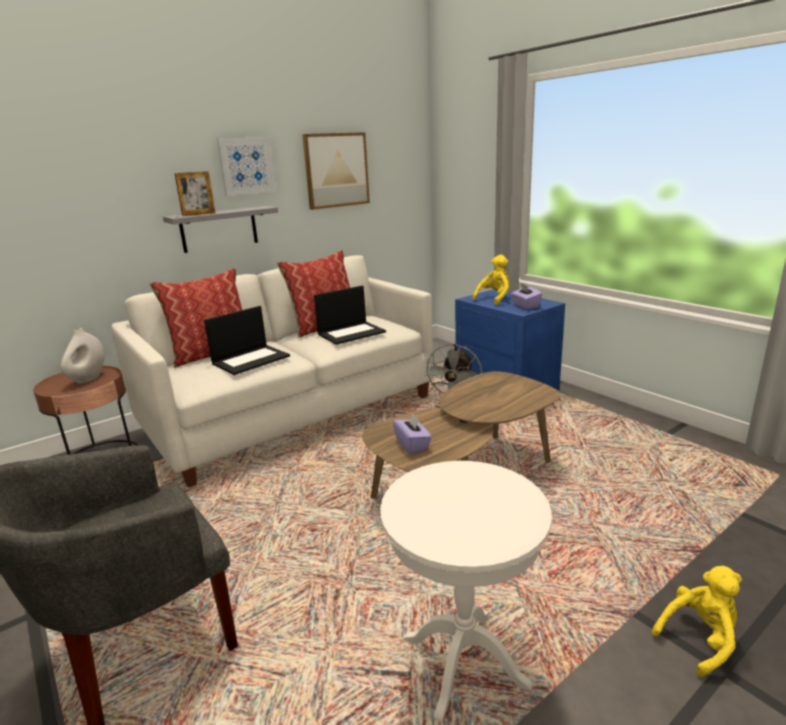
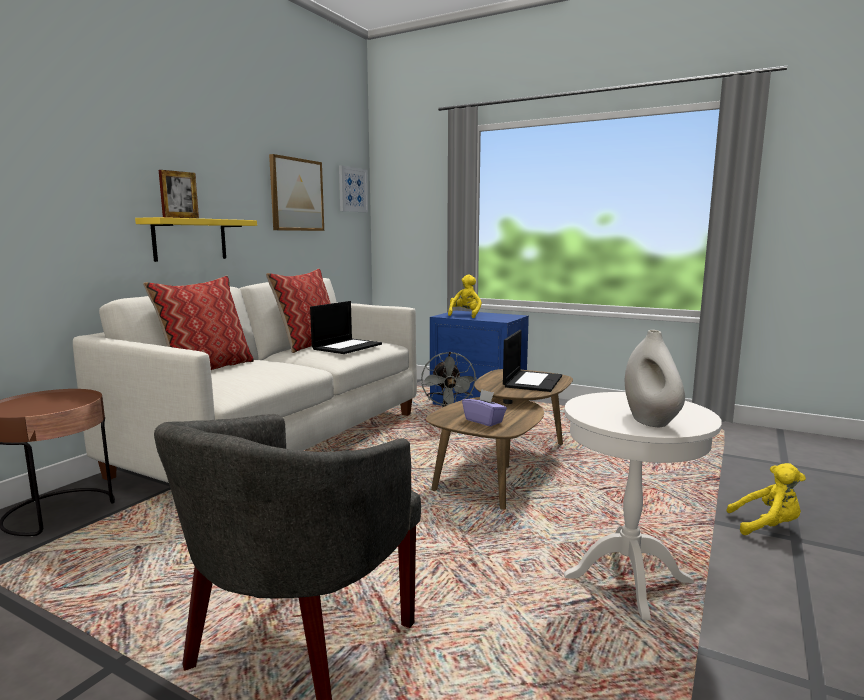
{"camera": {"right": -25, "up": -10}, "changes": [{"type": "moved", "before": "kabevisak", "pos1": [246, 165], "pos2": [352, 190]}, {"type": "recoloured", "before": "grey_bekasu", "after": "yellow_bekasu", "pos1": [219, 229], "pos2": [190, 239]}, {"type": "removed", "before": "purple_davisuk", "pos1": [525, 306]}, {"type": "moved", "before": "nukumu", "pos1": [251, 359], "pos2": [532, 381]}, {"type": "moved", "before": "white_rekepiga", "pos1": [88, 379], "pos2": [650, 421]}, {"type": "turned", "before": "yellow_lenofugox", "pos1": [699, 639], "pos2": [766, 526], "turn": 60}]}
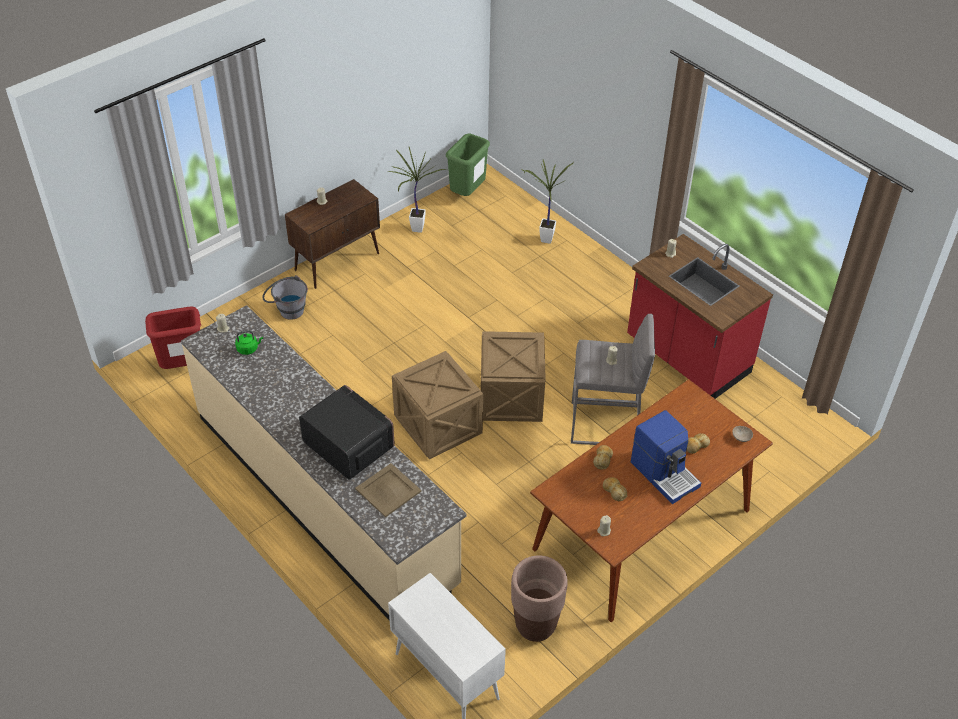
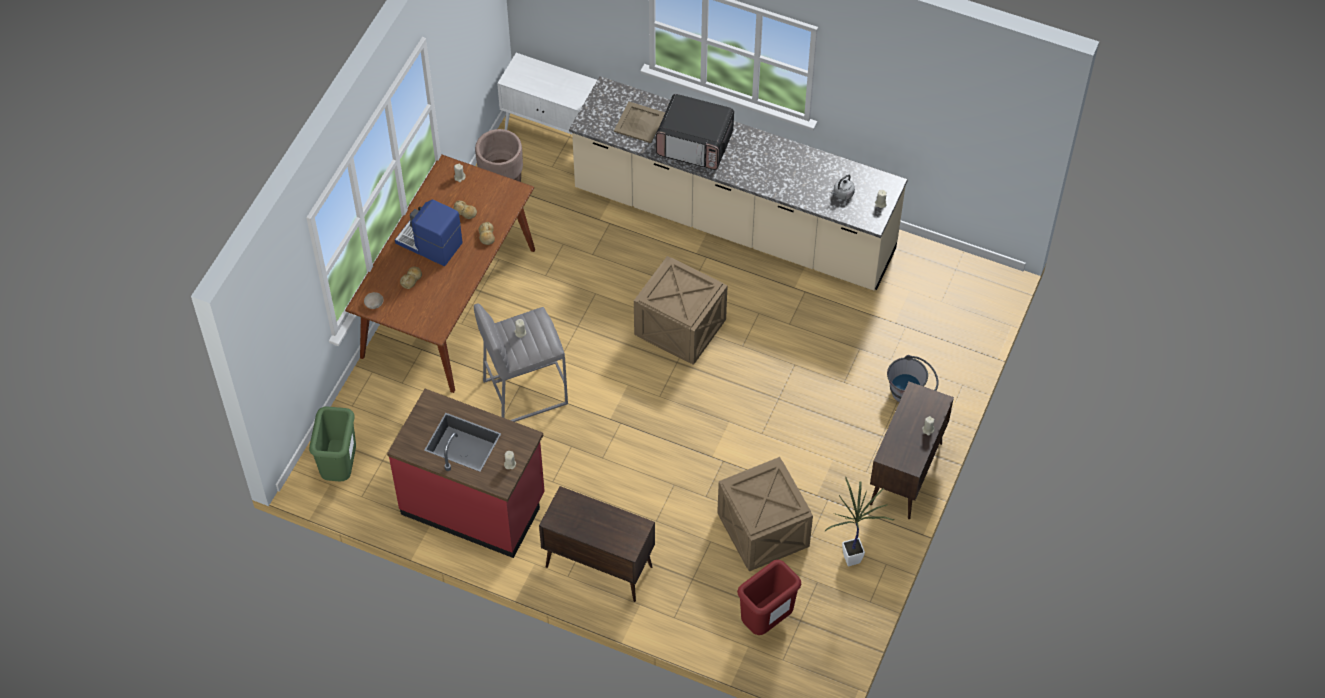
{"camera": {"right": 155, "up": 10}, "changes": [{"type": "moved", "before": "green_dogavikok", "pos1": [468, 193], "pos2": [339, 467]}, {"type": "removed", "before": "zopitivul", "pos1": [544, 238]}, {"type": "moved", "before": "red_dogavikok", "pos1": [183, 366], "pos2": [766, 621]}, {"type": "recoloured", "before": "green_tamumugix", "after": "grey_tamumugix", "pos1": [248, 349], "pos2": [842, 194]}, {"type": "moved", "before": "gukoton", "pos1": [511, 396], "pos2": [763, 531]}, {"type": "added", "after": "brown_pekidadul", "pos2": [597, 566]}]}
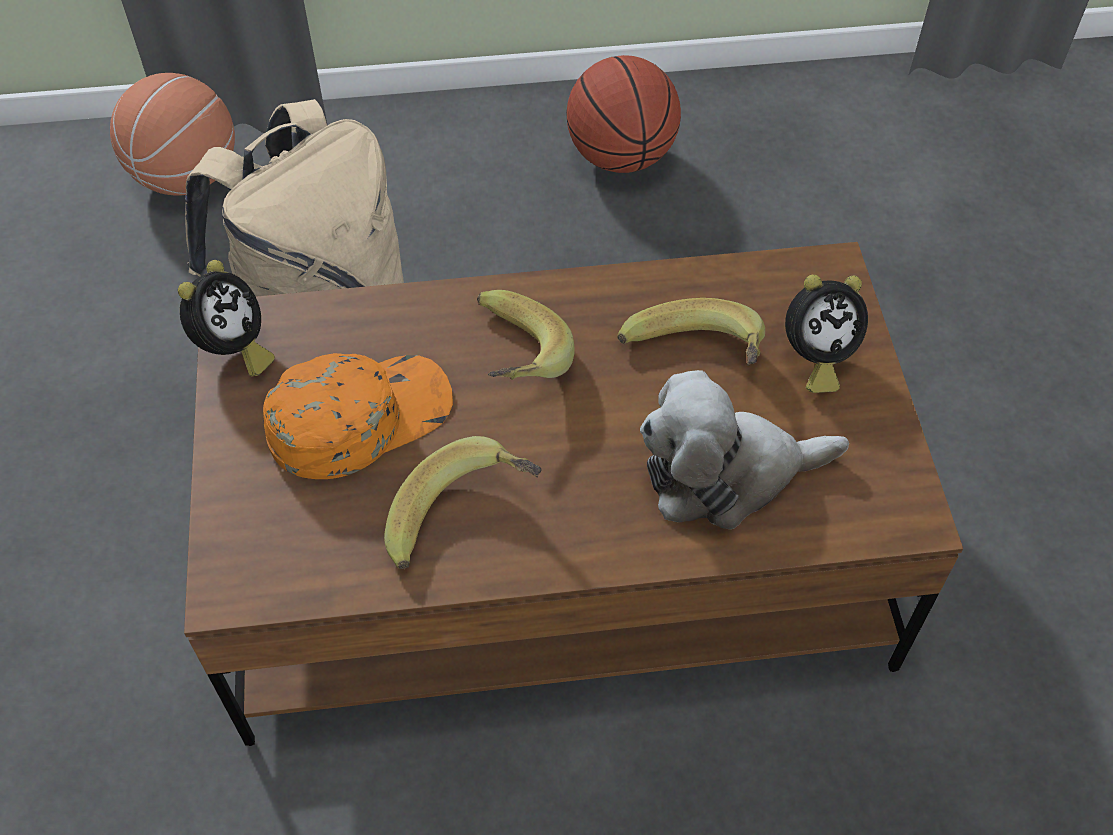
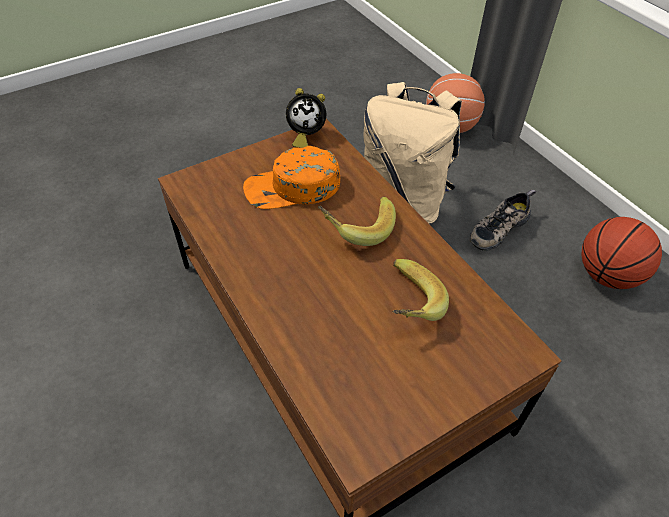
{"camera": {"right": 65, "up": -5}, "changes": [{"type": "removed", "before": "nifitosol", "pos1": [815, 358]}, {"type": "turned", "before": "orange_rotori", "pos1": [360, 417], "pos2": [292, 188], "turn": 135}, {"type": "removed", "before": "lenofugox", "pos1": [726, 474]}, {"type": "removed", "before": "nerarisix", "pos1": [465, 522]}, {"type": "added", "after": "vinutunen", "pos2": [498, 227]}]}
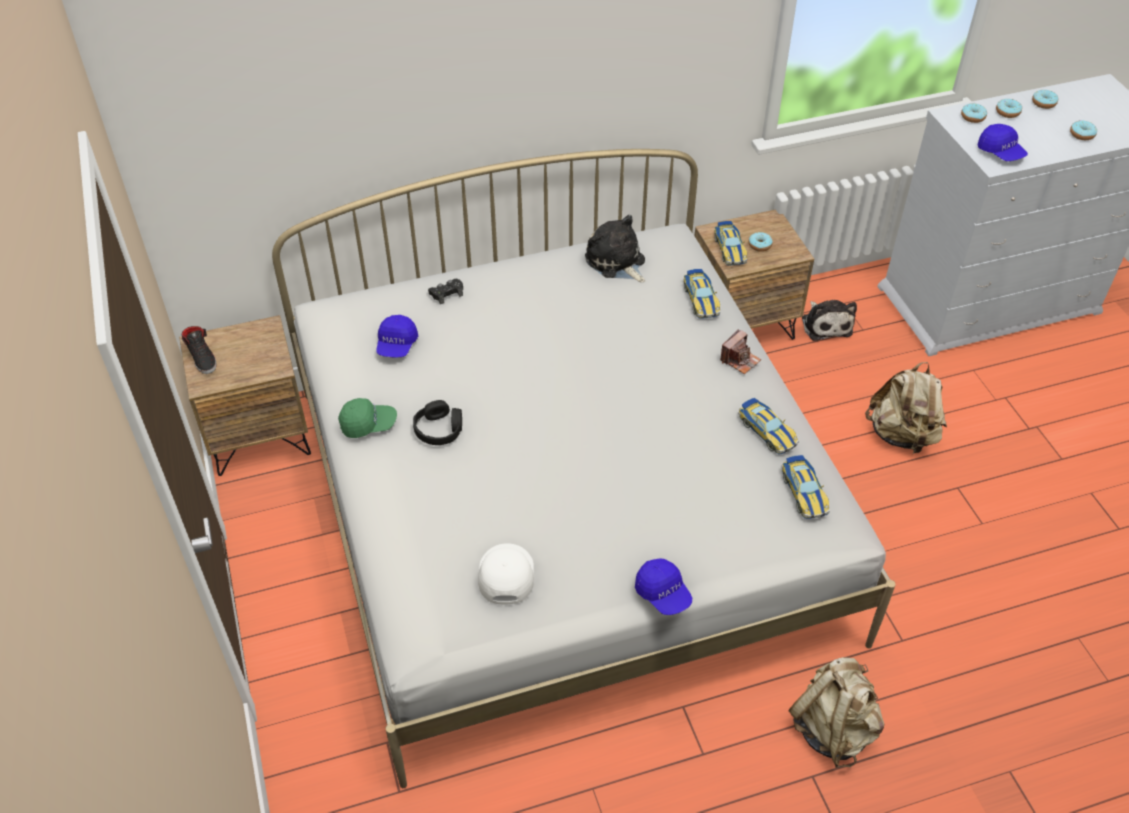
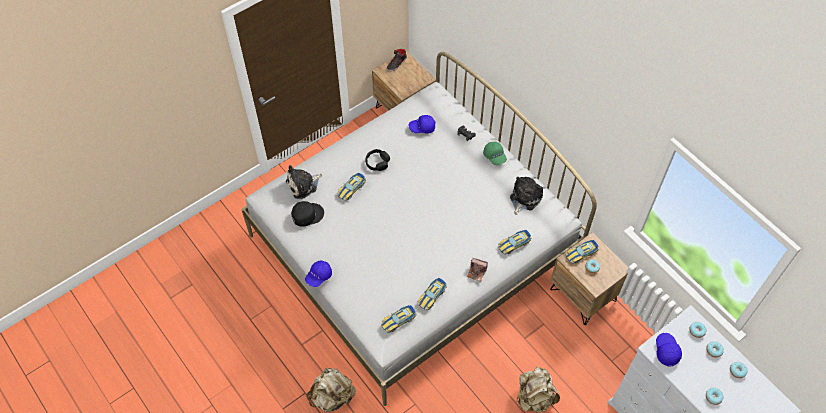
{"camera": {"right": 70, "up": 10}, "changes": [{"type": "turned", "before": "blue_rotori", "pos1": [1000, 152], "pos2": [666, 351], "turn": 135}, {"type": "moved", "before": "lenofugox", "pos1": [826, 324], "pos2": [303, 185]}, {"type": "moved", "before": "green_rotori", "pos1": [368, 424], "pos2": [495, 156]}, {"type": "recoloured", "before": "white_rotori", "after": "black_rotori", "pos1": [505, 575], "pos2": [307, 214]}, {"type": "added", "after": "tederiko", "pos2": [351, 188]}]}
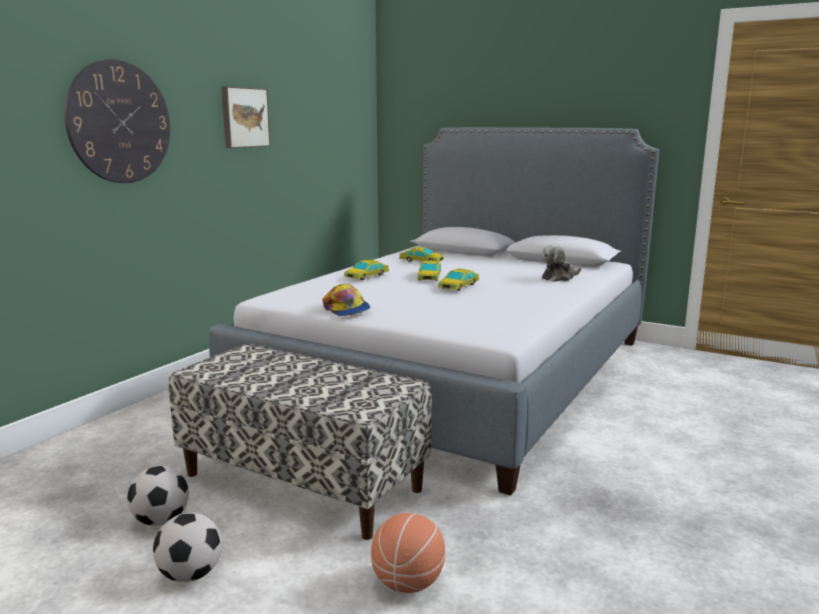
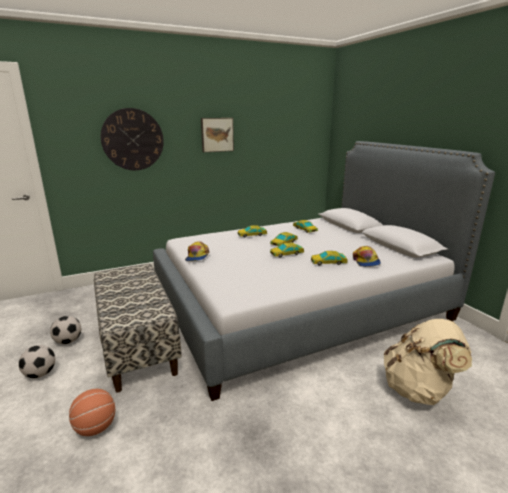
{"camera": {"right": 35, "up": 5}, "changes": [{"type": "replaced", "before": "lenofugox", "after": "rotori", "pos1": [559, 277], "pos2": [366, 261]}, {"type": "added", "after": "tederiko", "pos2": [328, 262]}, {"type": "added", "after": "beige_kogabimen", "pos2": [418, 389]}]}
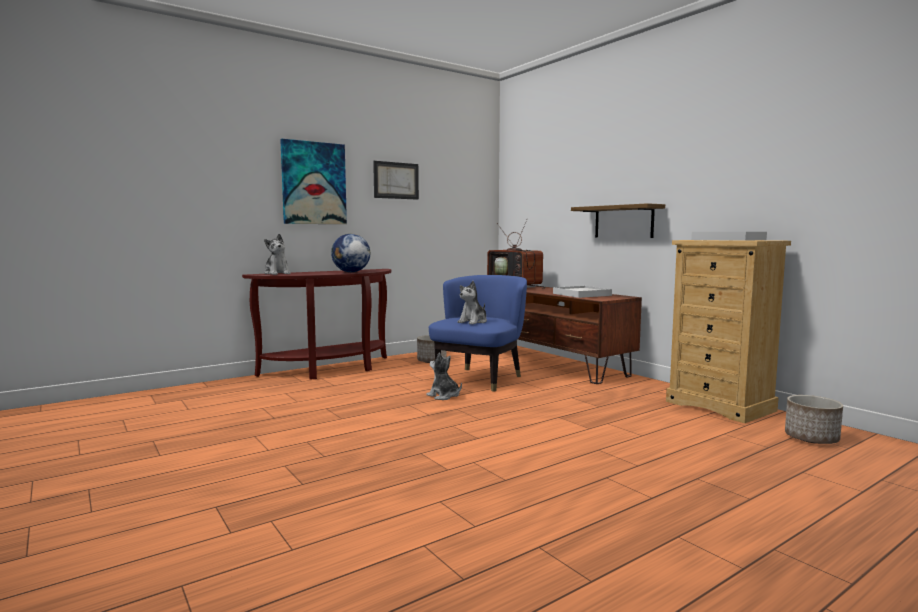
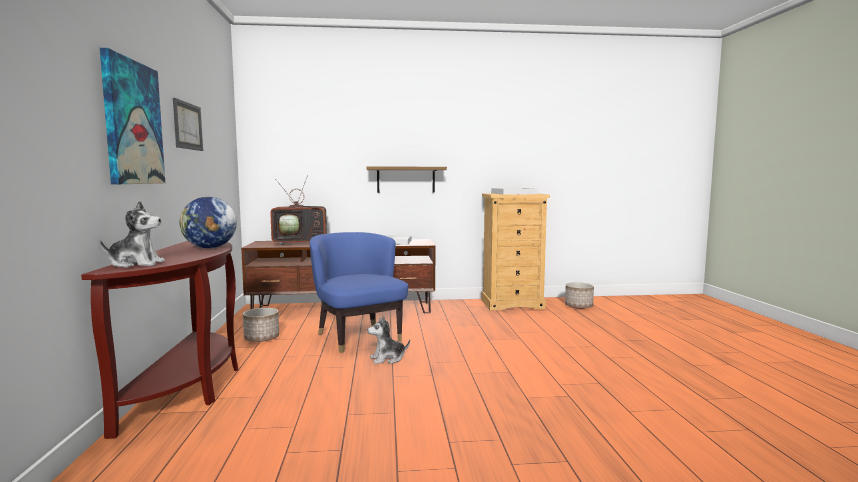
{"camera": {"right": -60, "up": 0}, "changes": [{"type": "removed", "before": "lenofugox", "pos1": [473, 322]}]}
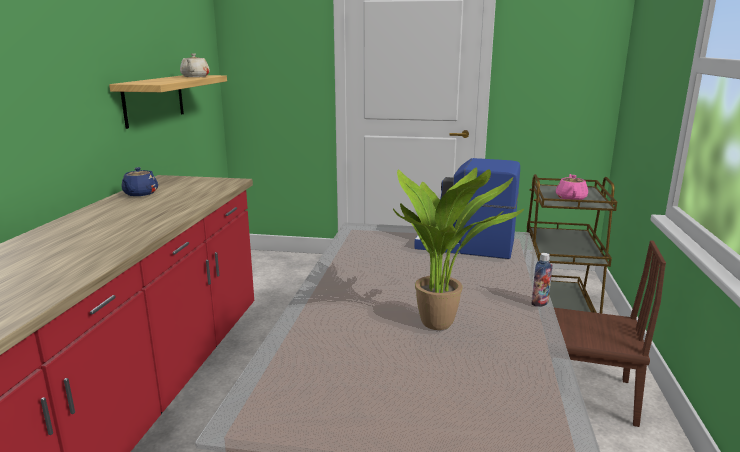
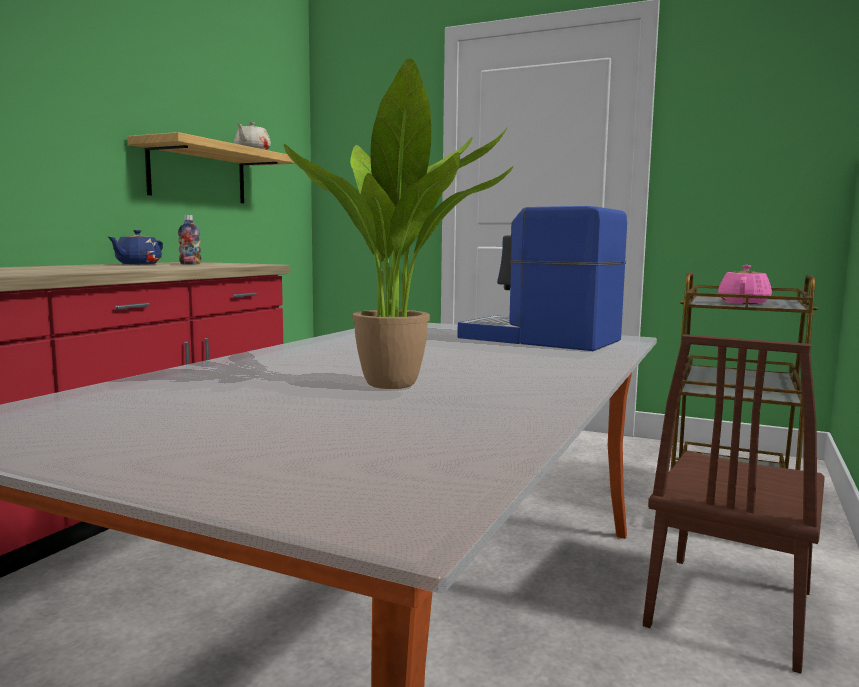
{"camera": {"right": 15, "up": -10}, "changes": [{"type": "turned", "before": "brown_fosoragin", "pos1": [583, 394], "pos2": [730, 607], "turn": 90}, {"type": "moved", "before": "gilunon", "pos1": [539, 303], "pos2": [190, 264]}]}
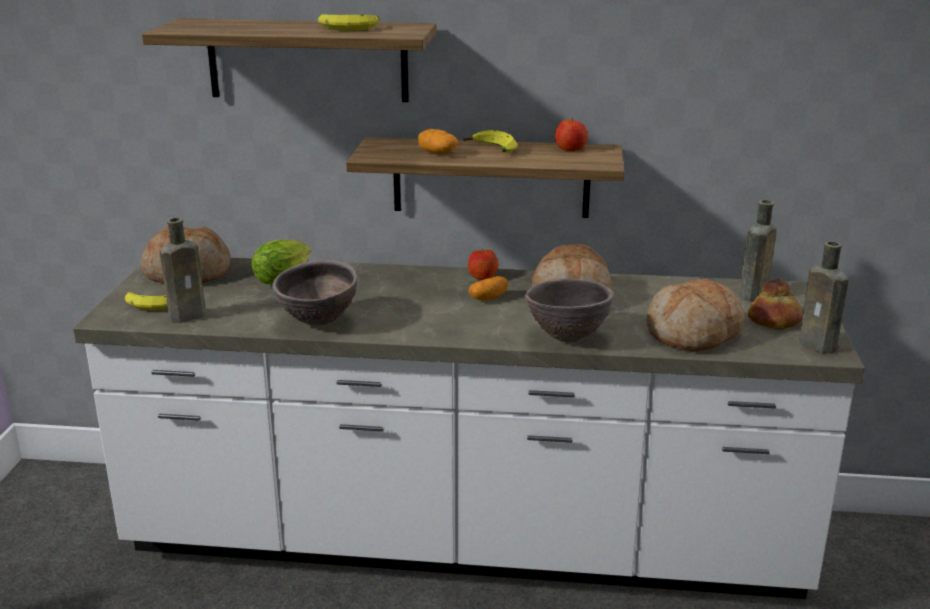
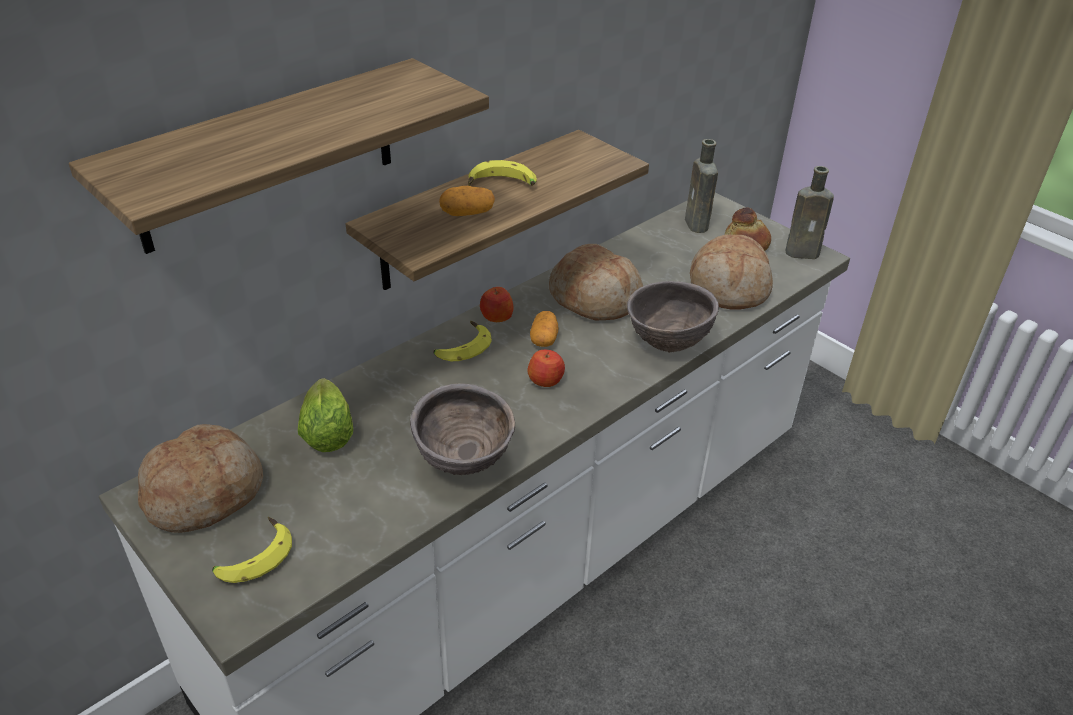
{"camera": {"right": -50, "up": 15}, "changes": [{"type": "moved", "before": "nerarisix", "pos1": [349, 27], "pos2": [461, 347]}, {"type": "moved", "before": "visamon", "pos1": [571, 149], "pos2": [546, 380]}, {"type": "removed", "before": "brown_gilunon", "pos1": [190, 315]}]}
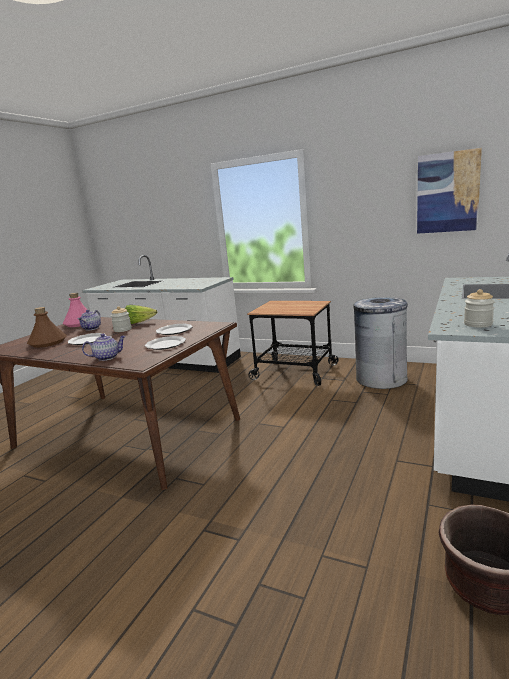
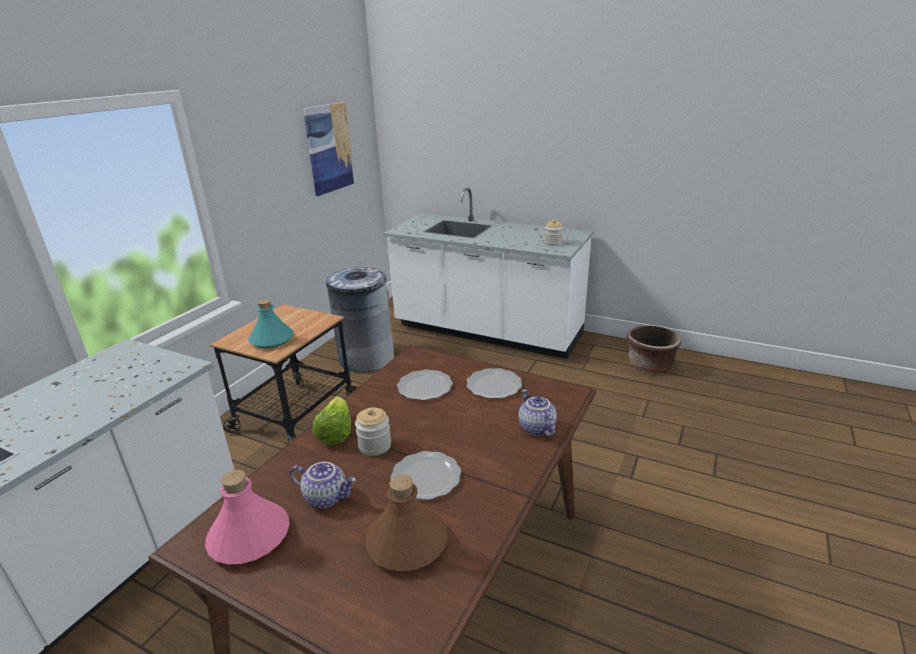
{"camera": {"right": -90, "up": 10}, "changes": [{"type": "added", "after": "turquoise_gilunon", "pos2": [272, 340]}]}
